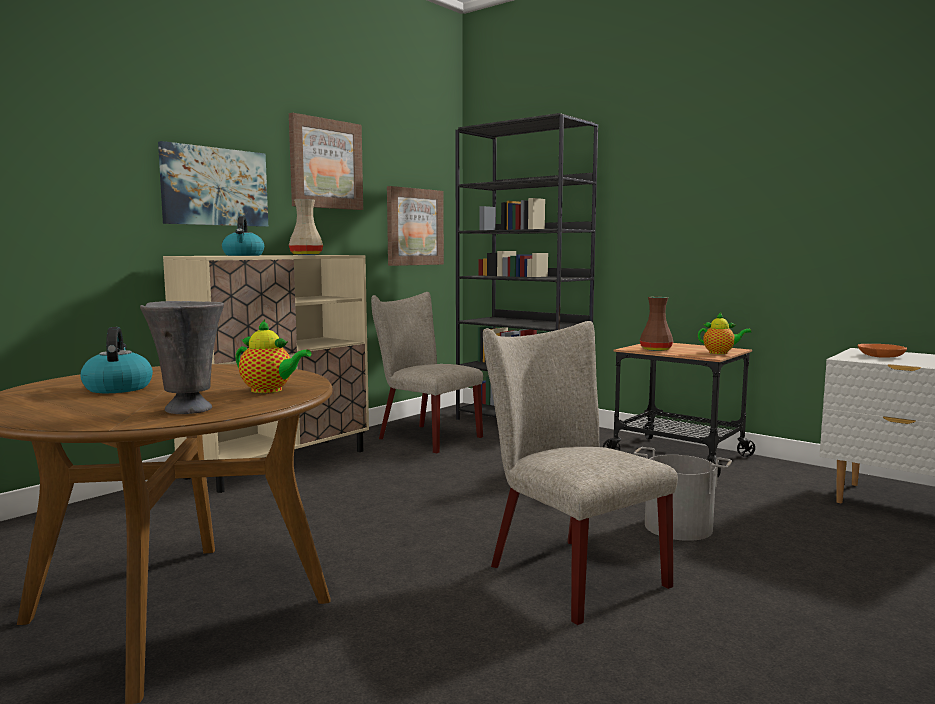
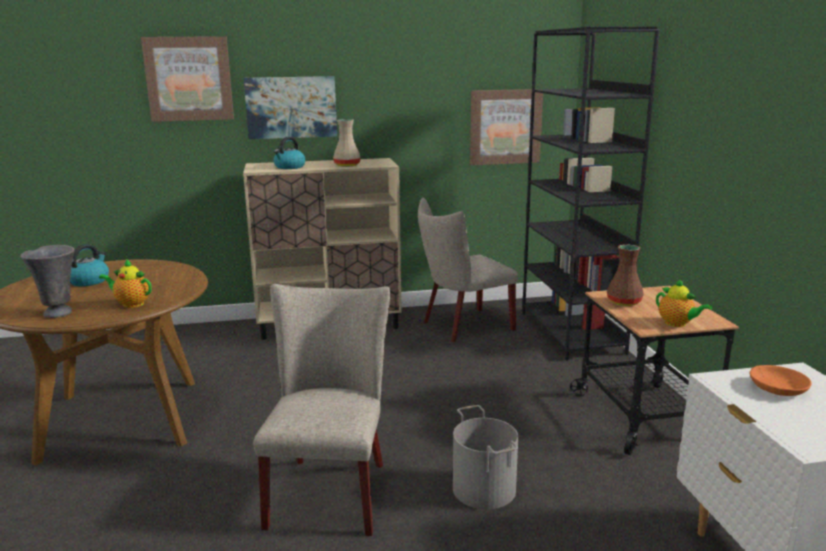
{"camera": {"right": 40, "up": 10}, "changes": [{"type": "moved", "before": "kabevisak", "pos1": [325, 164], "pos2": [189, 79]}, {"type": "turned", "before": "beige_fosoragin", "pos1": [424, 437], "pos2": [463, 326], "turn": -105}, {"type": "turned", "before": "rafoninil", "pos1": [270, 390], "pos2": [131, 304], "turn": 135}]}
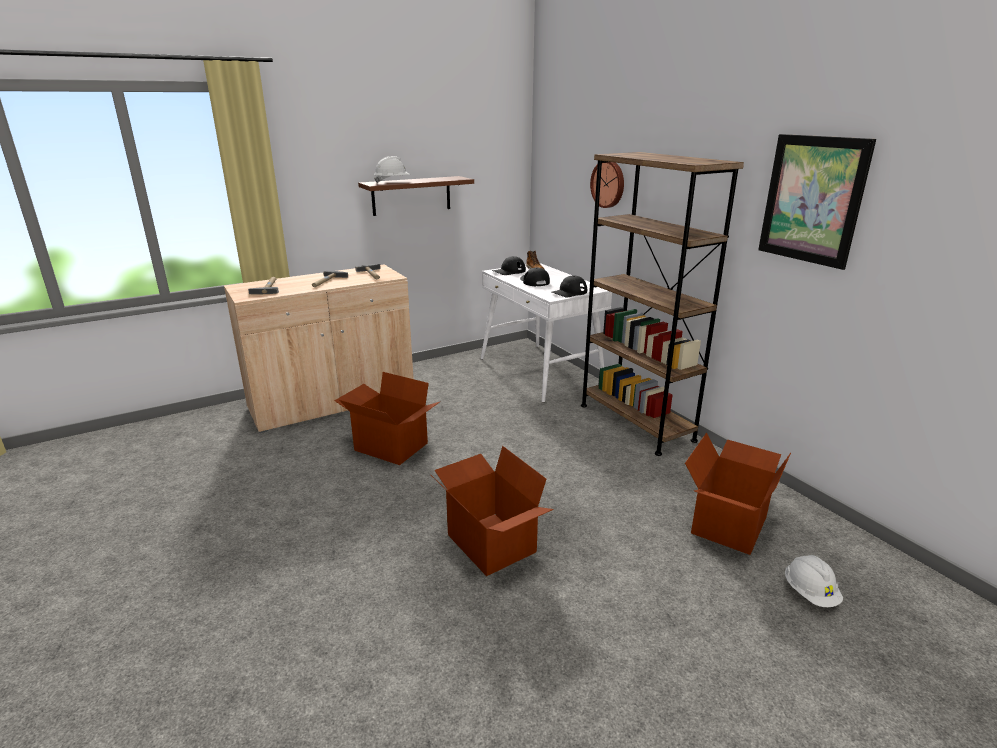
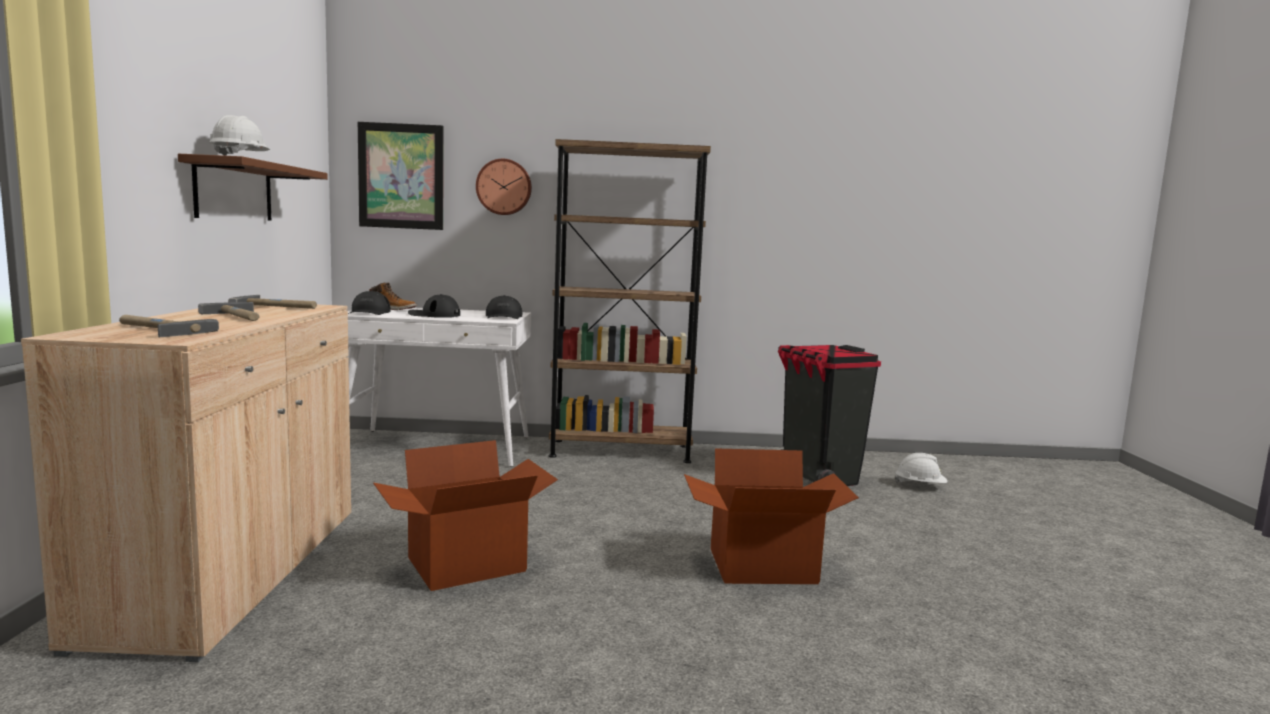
{"camera": {"right": -60, "up": -15}, "changes": [{"type": "moved", "before": "kabevisak", "pos1": [812, 200], "pos2": [401, 176]}, {"type": "replaced", "before": "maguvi", "after": "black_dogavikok", "pos1": [727, 524], "pos2": [818, 477]}]}
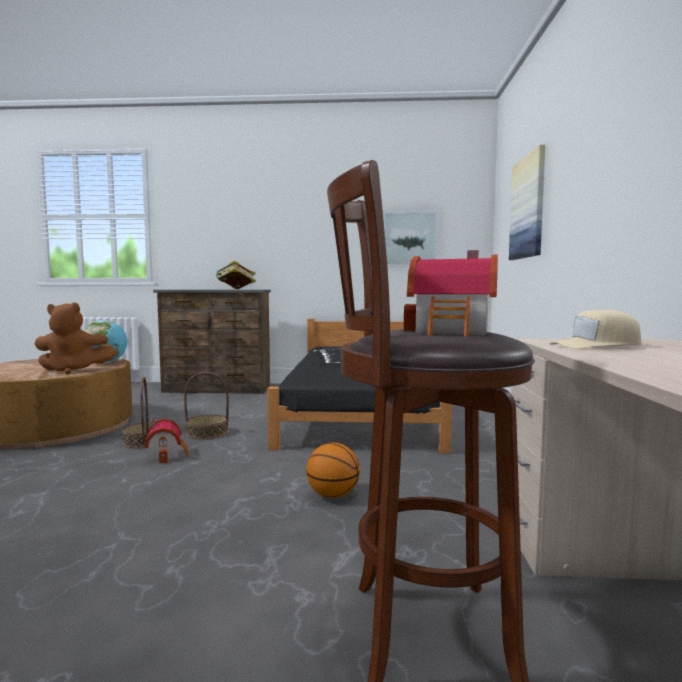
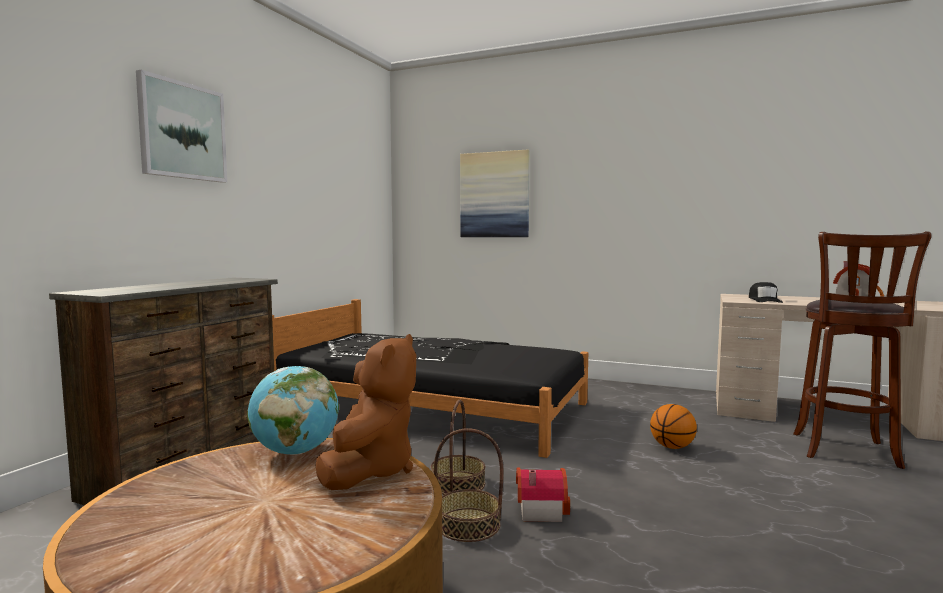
{"camera": {"right": -70, "up": 0}, "changes": [{"type": "moved", "before": "kabevisak", "pos1": [409, 239], "pos2": [182, 131]}, {"type": "removed", "before": "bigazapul", "pos1": [236, 289]}, {"type": "recoloured", "before": "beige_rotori", "after": "black_rotori", "pos1": [596, 345], "pos2": [764, 300]}]}
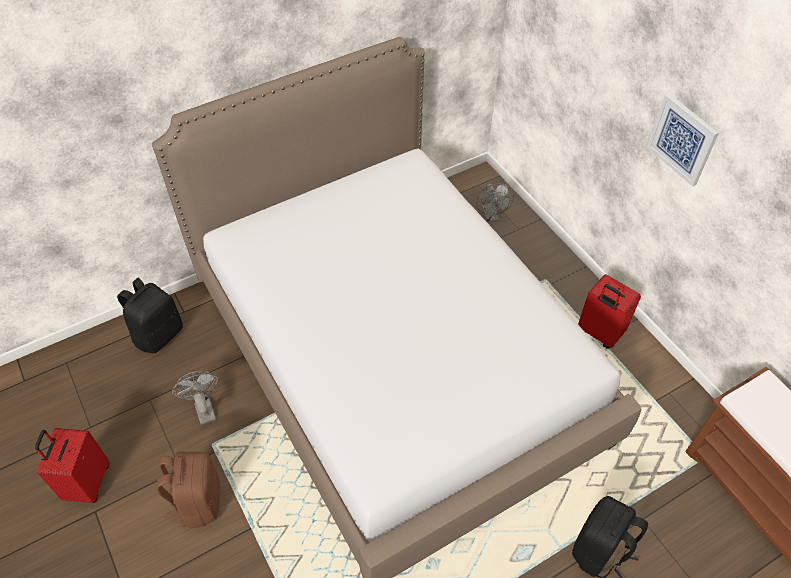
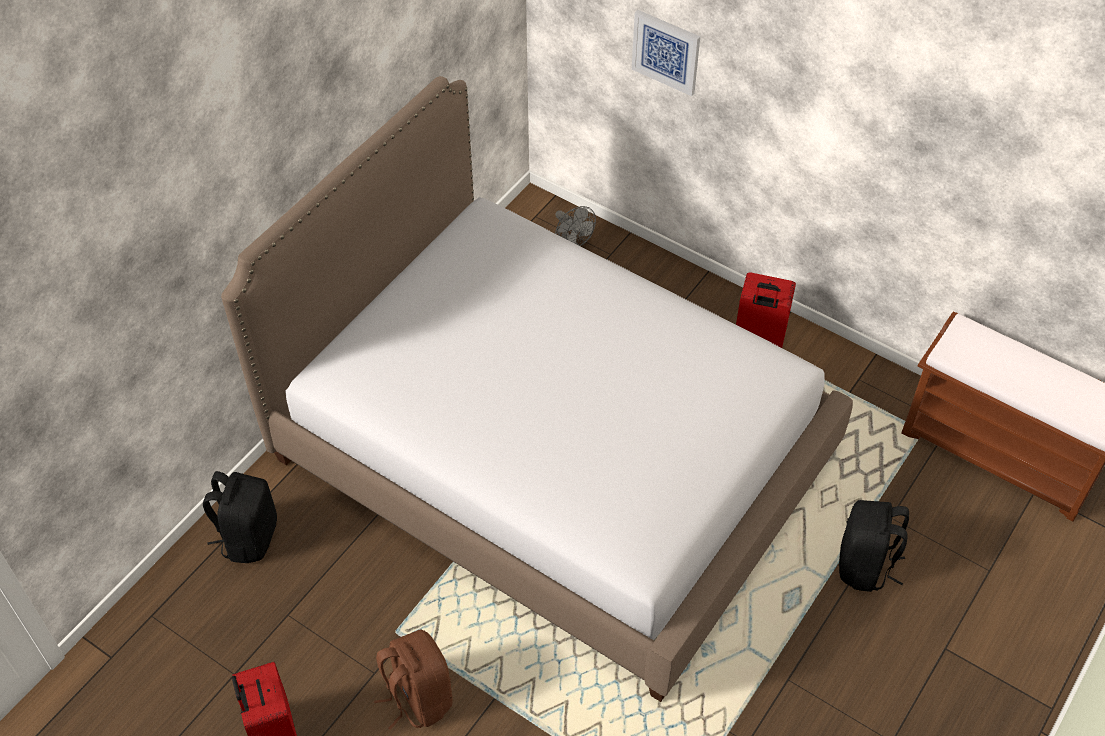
{"camera": {"right": -25, "up": 0}, "changes": [{"type": "moved", "before": "kabevisak", "pos1": [682, 139], "pos2": [666, 51]}, {"type": "removed", "before": "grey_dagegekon", "pos1": [203, 408]}]}
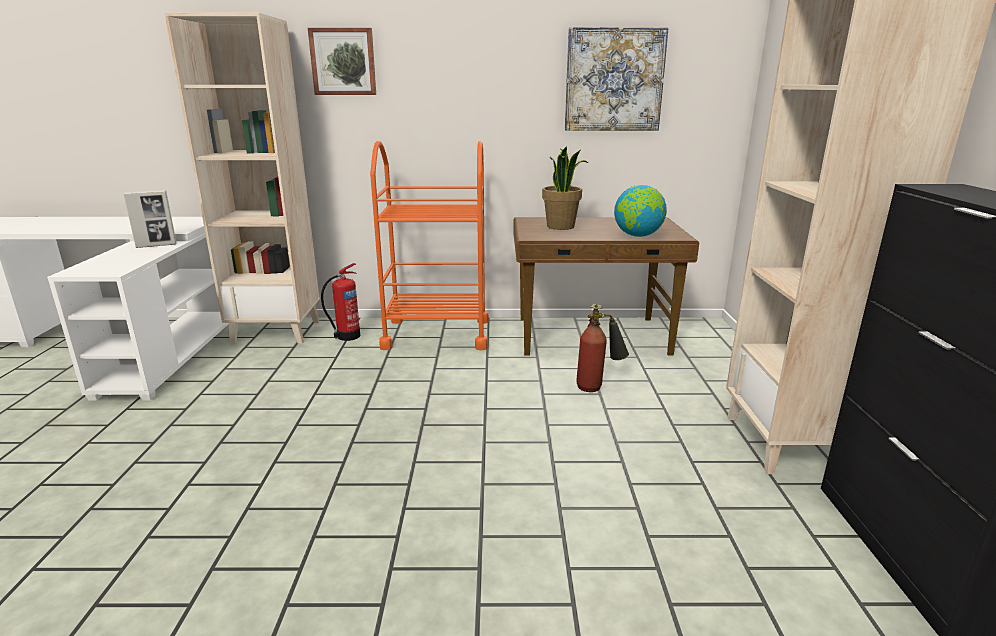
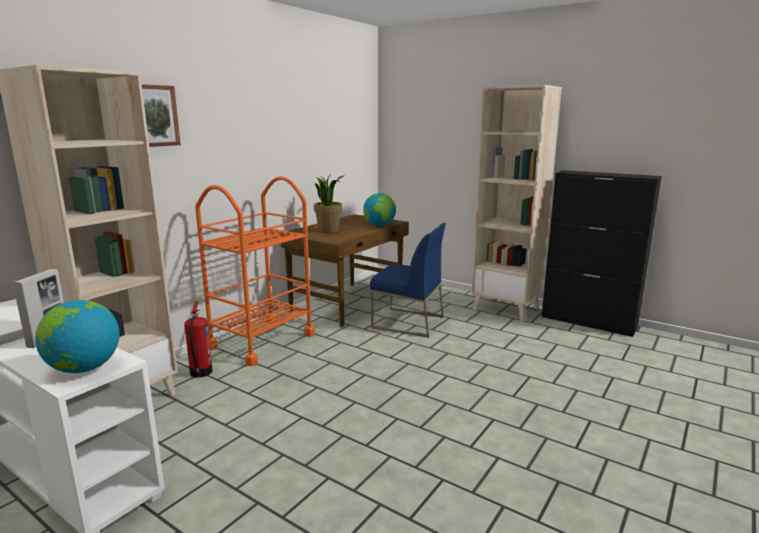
{"camera": {"right": -55, "up": -5}, "changes": [{"type": "removed", "before": "kabevisak", "pos1": [614, 80]}, {"type": "replaced", "before": "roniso", "after": "blue_fosoragin", "pos1": [598, 386], "pos2": [407, 322]}, {"type": "added", "after": "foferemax", "pos2": [84, 368]}]}
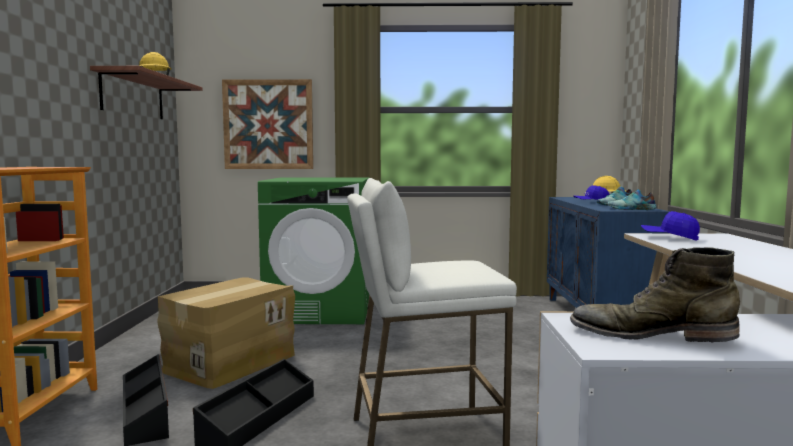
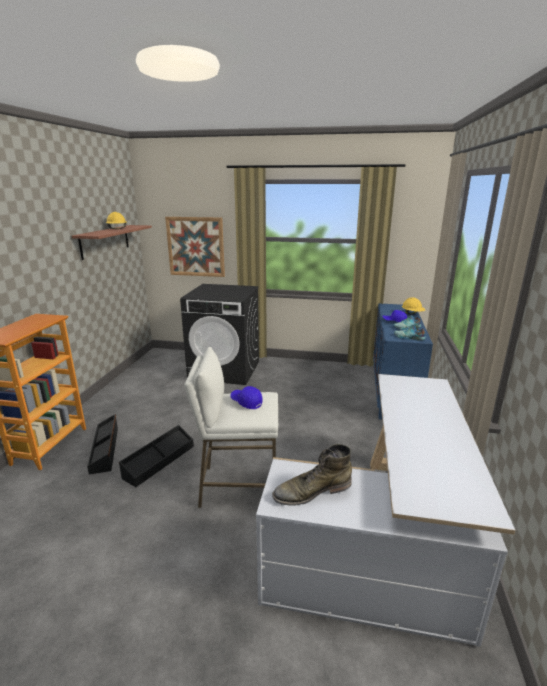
{"camera": {"right": 10, "up": 15}, "changes": [{"type": "recoloured", "before": "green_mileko", "after": "black_mileko", "pos1": [320, 311], "pos2": [225, 370]}, {"type": "moved", "before": "blue_rotori", "pos1": [669, 238], "pos2": [246, 402]}, {"type": "turned", "before": "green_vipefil", "pos1": [650, 334], "pos2": [312, 491], "turn": -45}, {"type": "removed", "before": "maguvi", "pos1": [229, 363]}]}
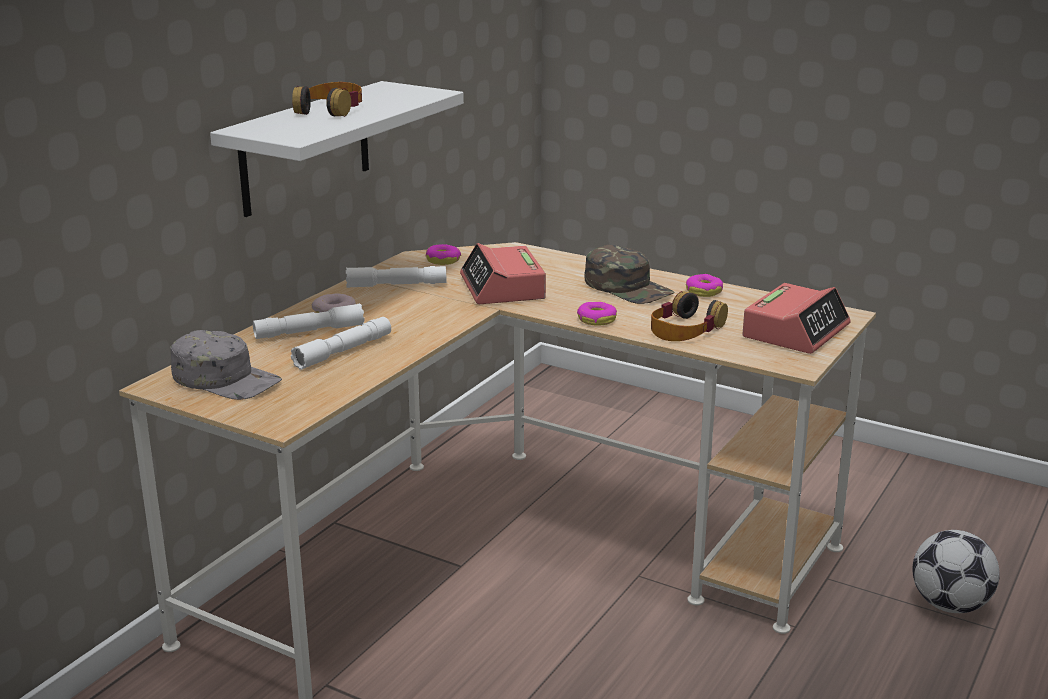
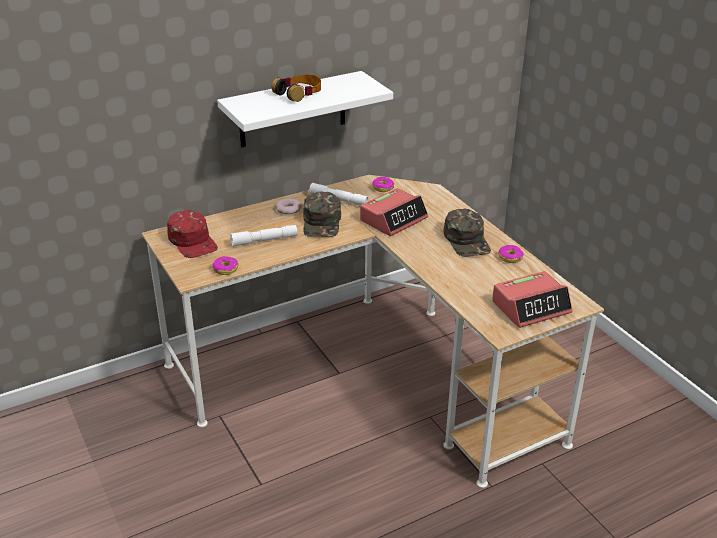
{"camera": {"right": 30, "up": 10}, "changes": [{"type": "turned", "before": "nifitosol", "pos1": [502, 288], "pos2": [394, 219], "turn": -150}, {"type": "removed", "before": "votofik", "pos1": [685, 329]}, {"type": "moved", "before": "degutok", "pos1": [596, 319], "pos2": [225, 269]}, {"type": "removed", "before": "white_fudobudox", "pos1": [309, 331]}, {"type": "recoloured", "before": "grey_rotori", "after": "red_rotori", "pos1": [226, 379], "pos2": [193, 241]}, {"type": "removed", "before": "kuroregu", "pos1": [949, 605]}, {"type": "added", "after": "green_rotori", "pos2": [322, 222]}]}
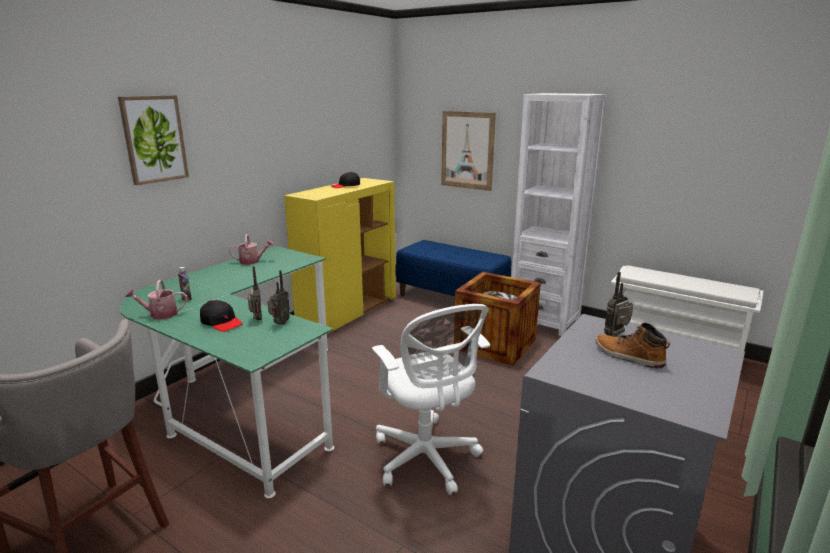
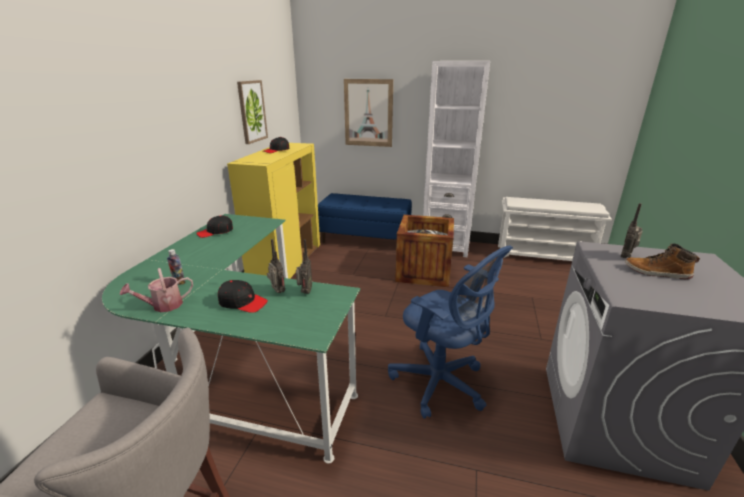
{"camera": {"right": -20, "up": 5}, "changes": [{"type": "moved", "before": "kabevisak", "pos1": [154, 139], "pos2": [252, 111]}, {"type": "replaced", "before": "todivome", "after": "black_rotori", "pos1": [252, 261], "pos2": [215, 232]}, {"type": "recoloured", "before": "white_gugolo", "after": "blue_gugolo", "pos1": [427, 460], "pos2": [441, 384]}]}
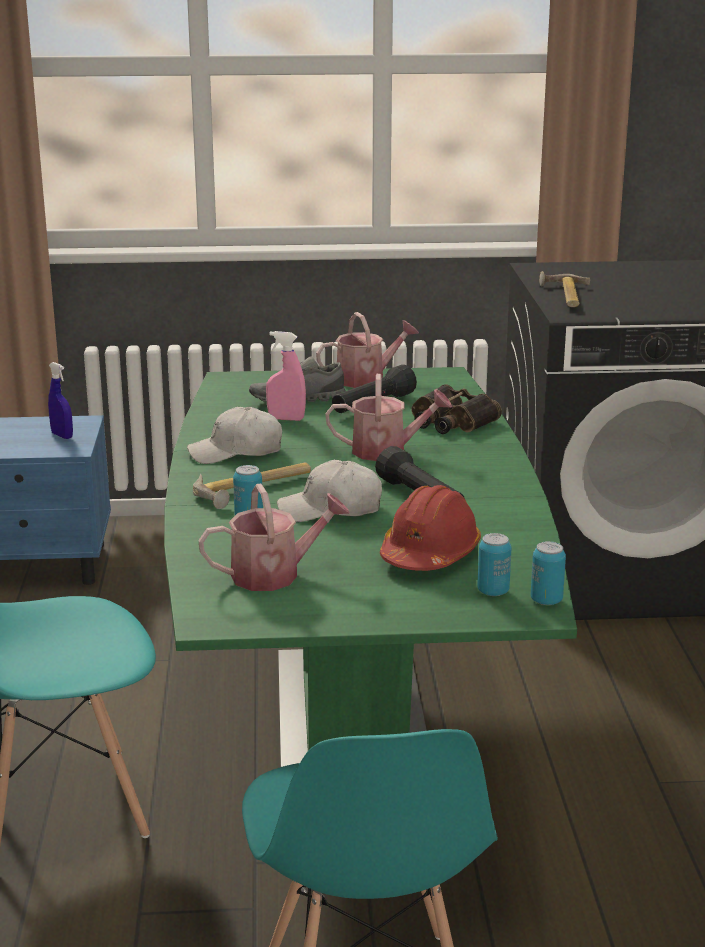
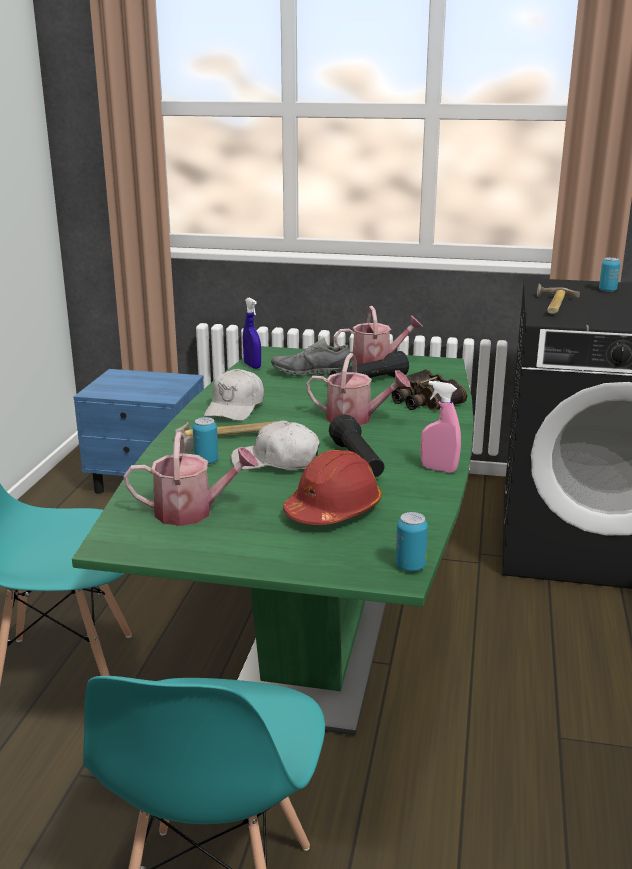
{"camera": {"right": 15, "up": 0}, "changes": [{"type": "moved", "before": "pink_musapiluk", "pos1": [286, 419], "pos2": [439, 469]}, {"type": "moved", "before": "blue_musapiluk", "pos1": [62, 436], "pos2": [252, 366]}, {"type": "turned", "before": "white_rotori", "pos1": [236, 452], "pos2": [235, 408], "turn": -75}, {"type": "moved", "before": "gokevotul", "pos1": [493, 591], "pos2": [607, 290]}]}
